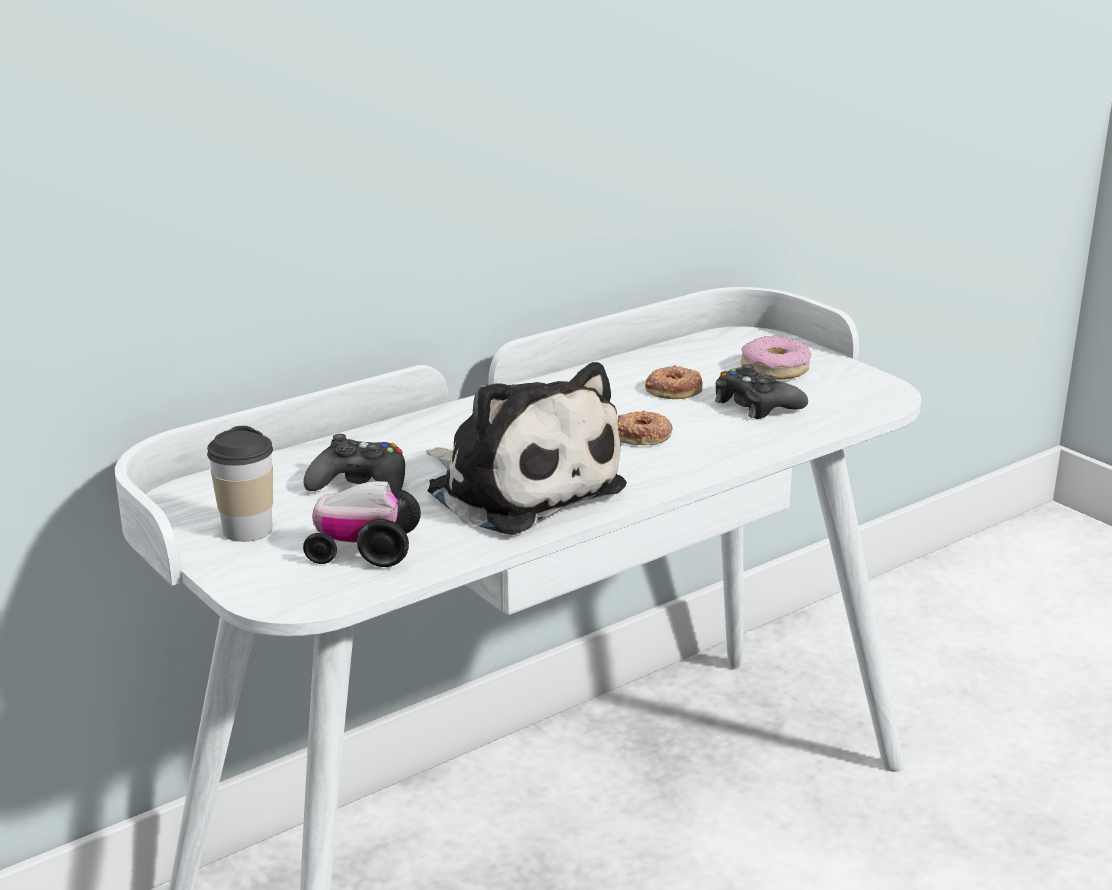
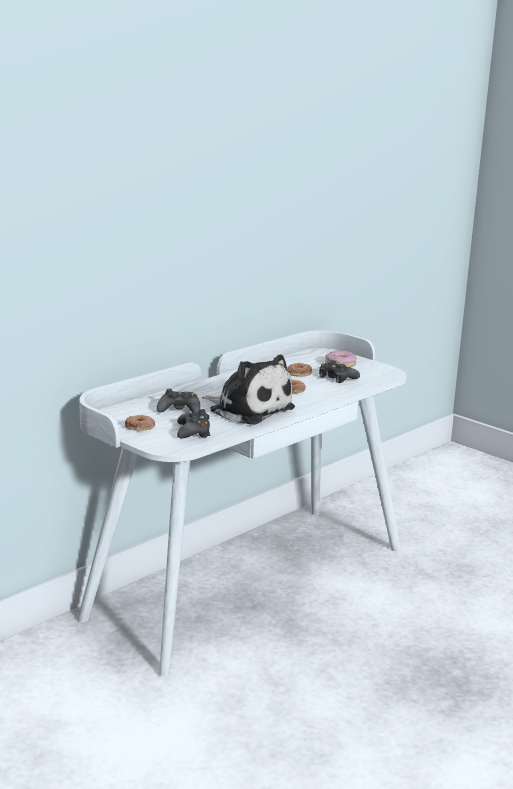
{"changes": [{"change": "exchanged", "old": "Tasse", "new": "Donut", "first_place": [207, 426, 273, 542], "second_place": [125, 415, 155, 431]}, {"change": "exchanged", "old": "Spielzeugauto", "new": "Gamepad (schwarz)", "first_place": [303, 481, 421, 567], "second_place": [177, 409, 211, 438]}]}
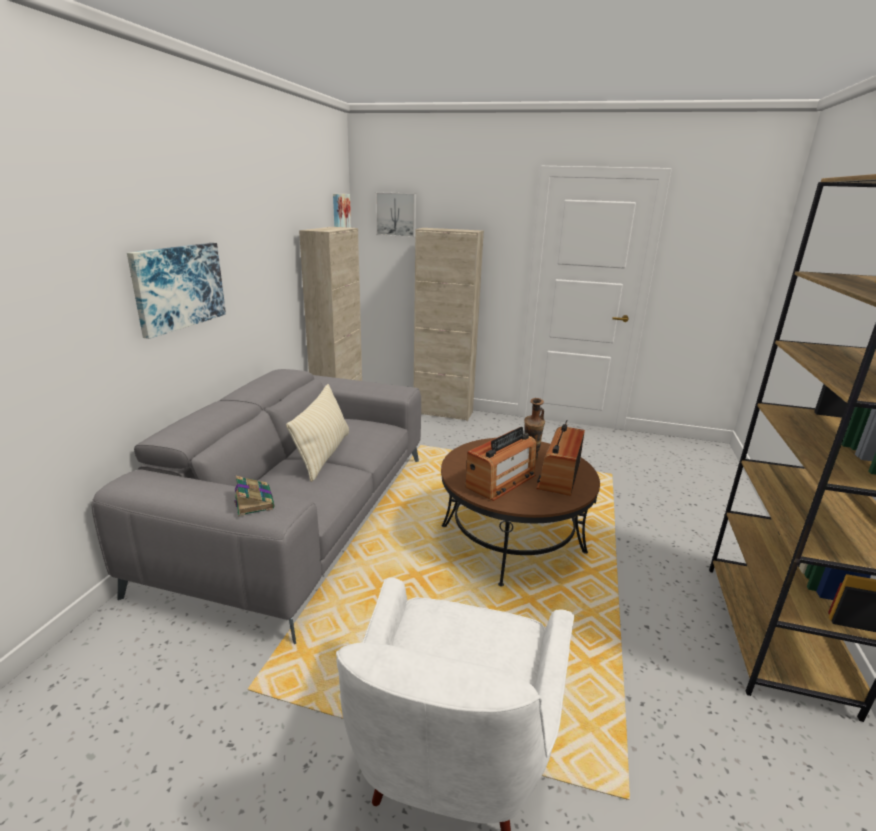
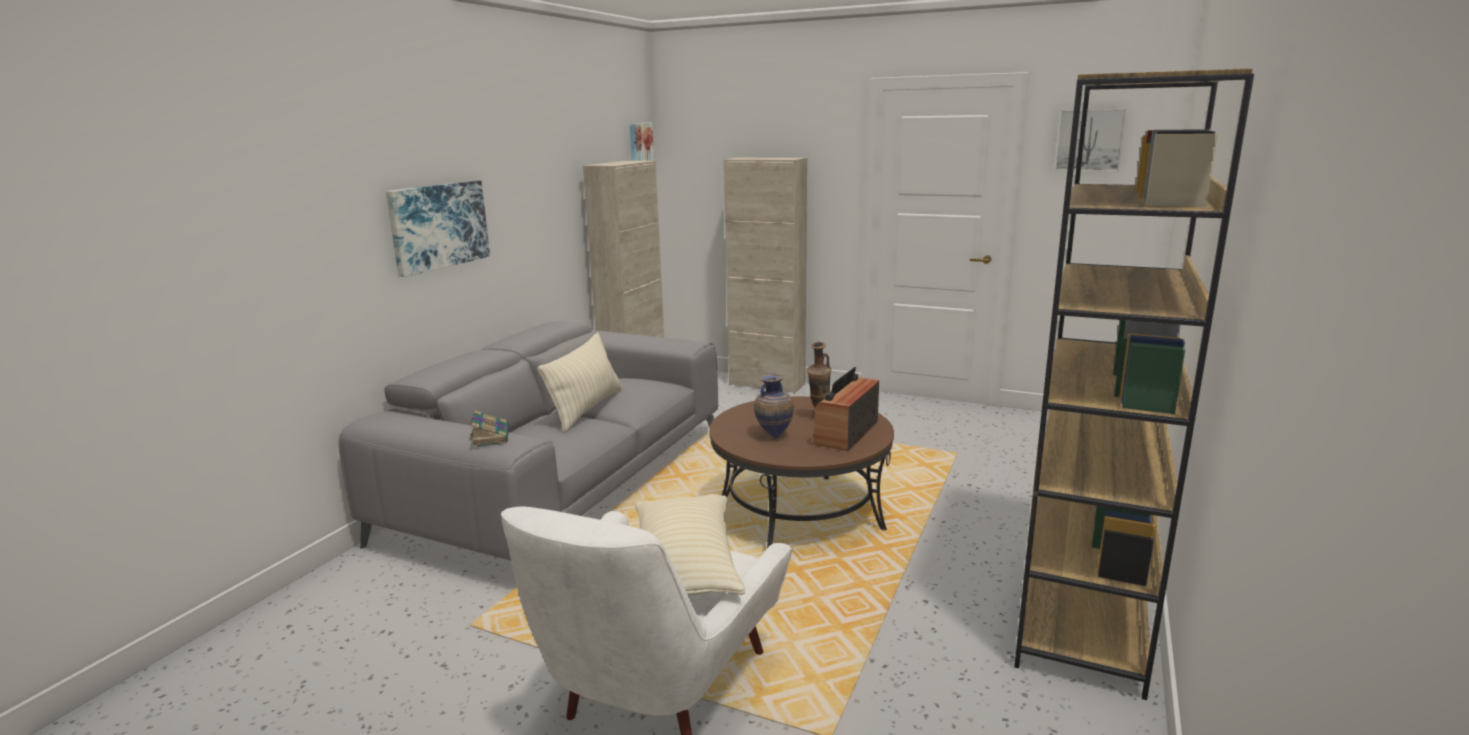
{"changes": [{"change": "appeared", "new": "Kissen (beige)", "second_place": [635, 494, 745, 595]}, {"change": "relocated", "old": "Bild", "first_place": [375, 192, 416, 237], "second_place": [1055, 109, 1127, 172]}, {"change": "exchanged", "old": "Radio", "new": "Vase", "first_place": [465, 427, 536, 501], "second_place": [754, 374, 794, 439]}]}
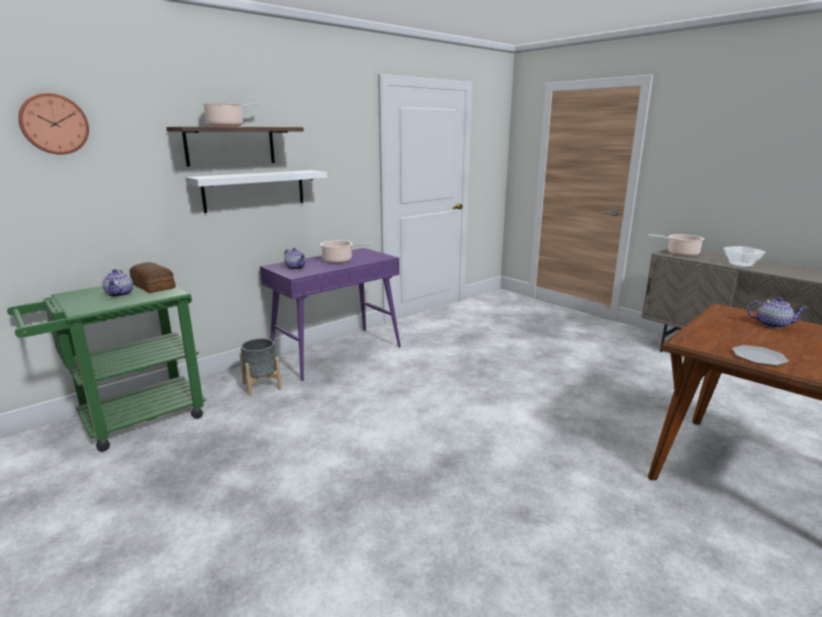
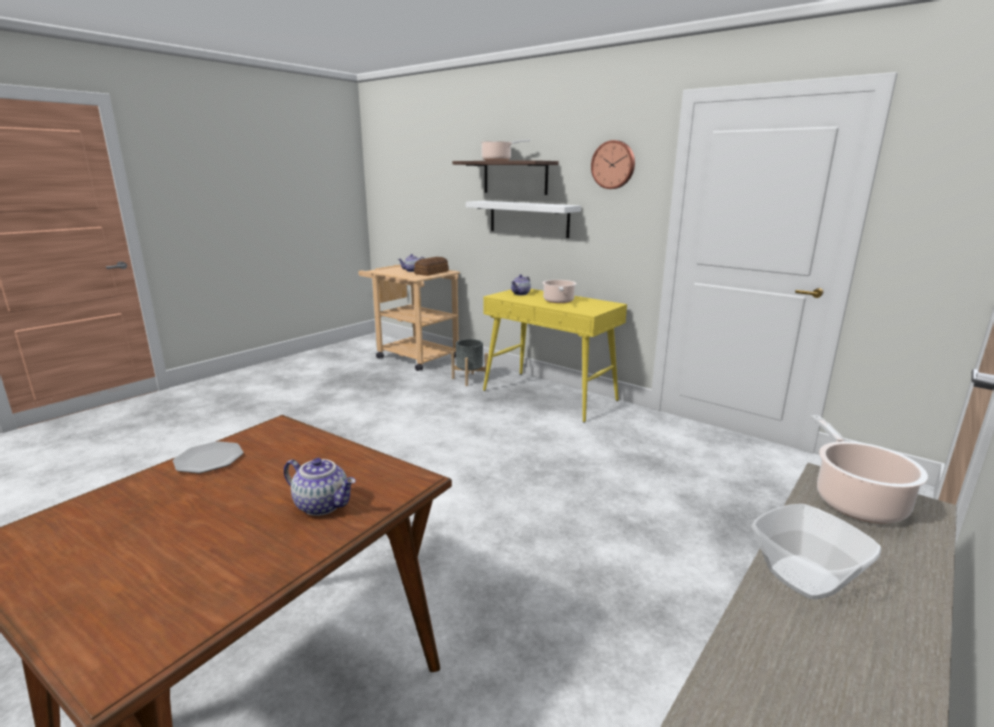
{"changes": [{"change": "relocated", "old": "Wanduhr", "first_place": [18, 93, 89, 154], "second_place": [591, 140, 635, 189]}, {"change": "colour", "old": "Rollwagen (grün)", "new": "Rollwagen (beige)", "first_place": [7, 285, 206, 452], "second_place": [358, 264, 460, 371]}, {"change": "colour", "old": "Konsolentisch (lila)", "new": "Konsolentisch (gelb)", "first_place": [260, 248, 401, 381], "second_place": [483, 289, 627, 422]}, {"change": "spun", "old": "Teekanne", "first_place": [747, 297, 807, 329], "second_place": [284, 458, 356, 516], "degrees": -75}]}
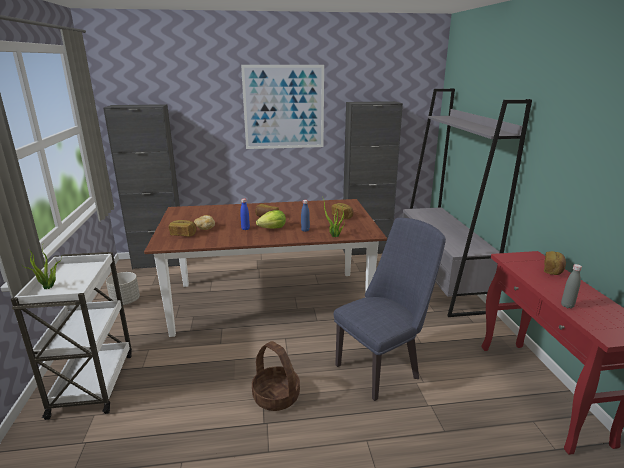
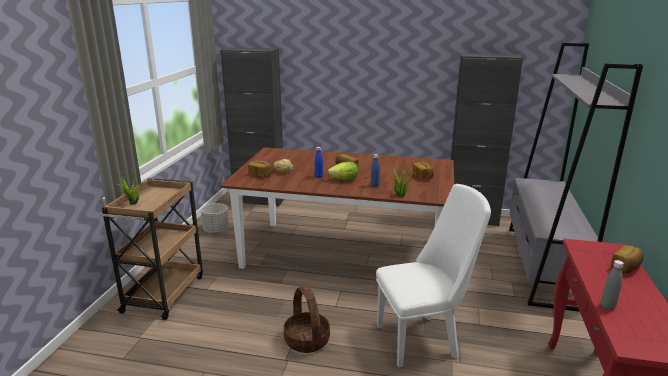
{"changes": [{"change": "missing", "old": "Bild", "first_place": [241, 65, 324, 149]}, {"change": "colour", "old": "Rollwagen (weiß)", "new": "Rollwagen (braun)", "first_place": [11, 252, 132, 420], "second_place": [100, 178, 203, 320]}, {"change": "colour", "old": "Stuhl (blau)", "new": "Stuhl (weiß)", "first_place": [334, 218, 446, 401], "second_place": [376, 184, 491, 367]}]}
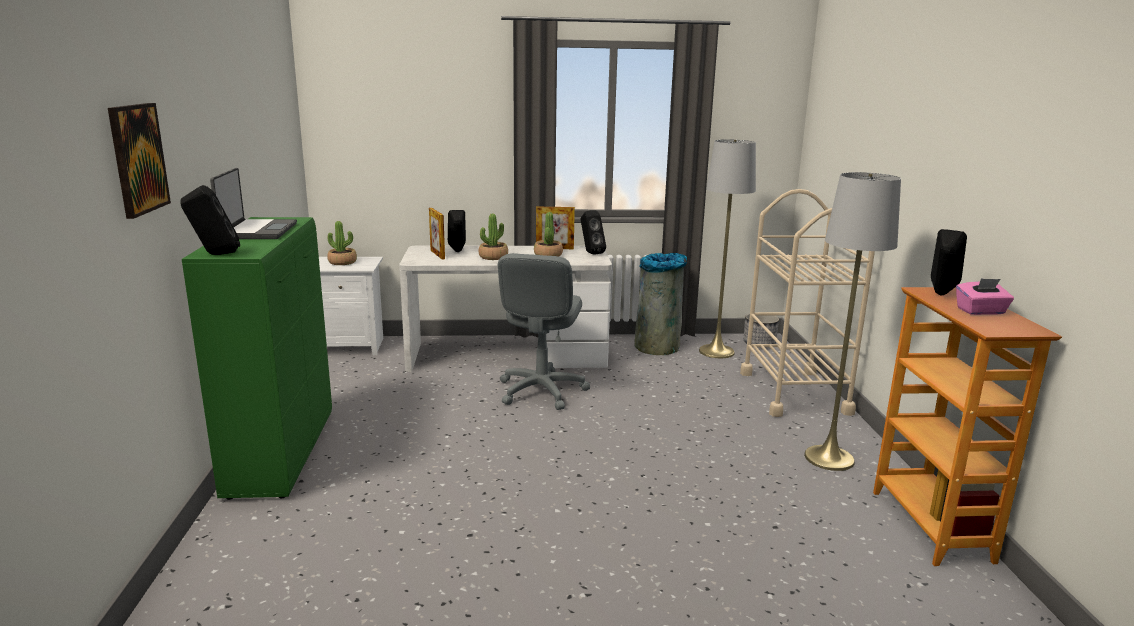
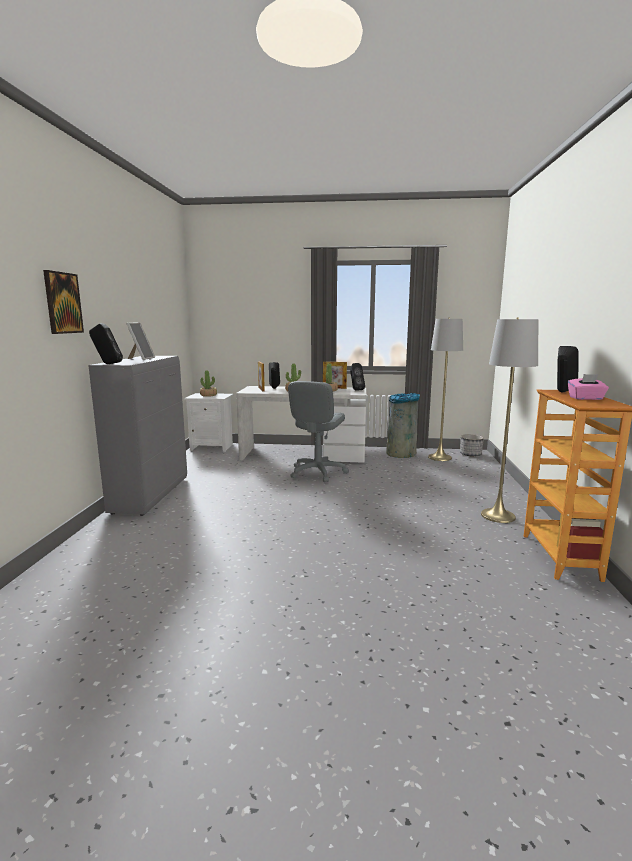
{"changes": [{"change": "missing", "old": "Rollwagen (beige)", "first_place": [740, 189, 875, 417]}, {"change": "exchanged", "old": "Laptop", "new": "Bilderrahmen", "first_place": [210, 168, 297, 239], "second_place": [127, 322, 155, 360]}, {"change": "colour", "old": "Schrank (grün)", "new": "Schrank (grau)", "first_place": [182, 217, 332, 500], "second_place": [88, 356, 187, 516]}]}
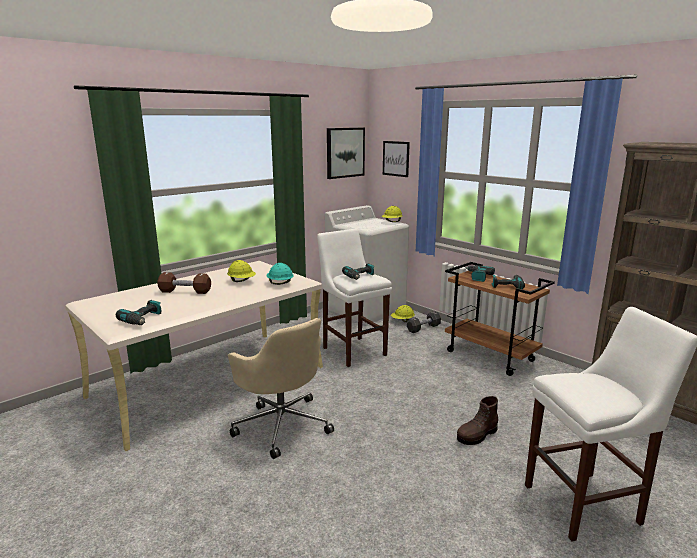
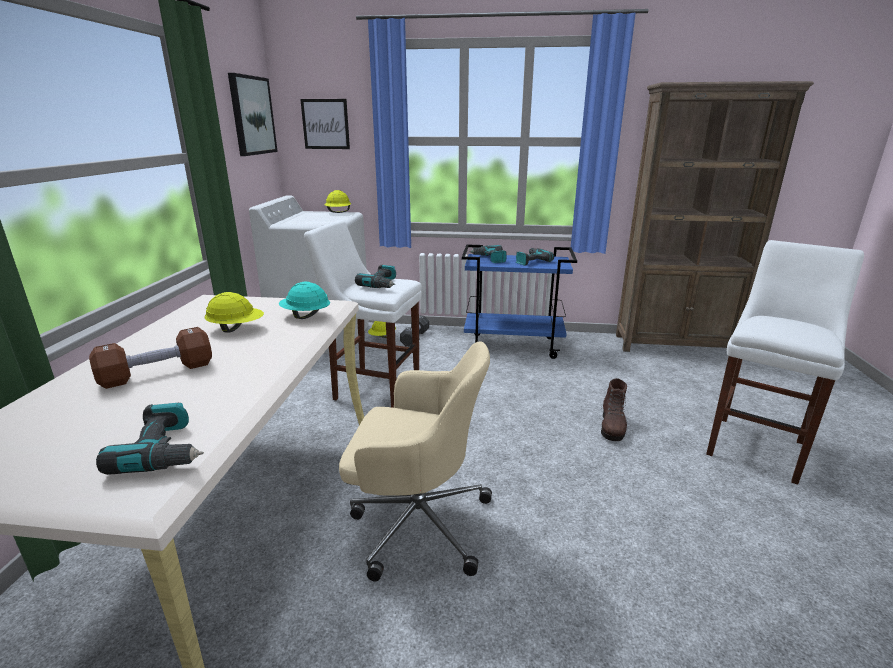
{"changes": [{"change": "colour", "old": "Rollwagen (braun)", "new": "Rollwagen (blau)", "first_place": [445, 262, 555, 376], "second_place": [462, 244, 577, 359]}]}
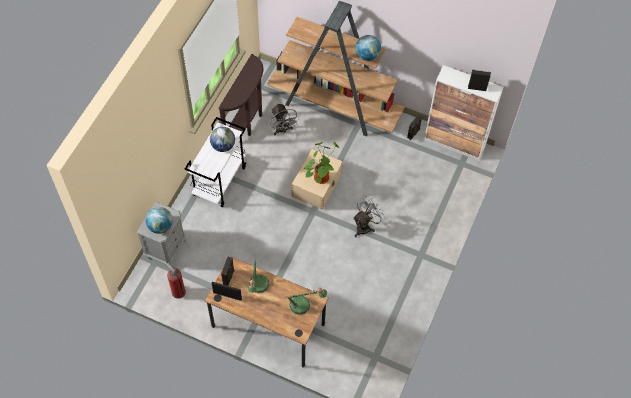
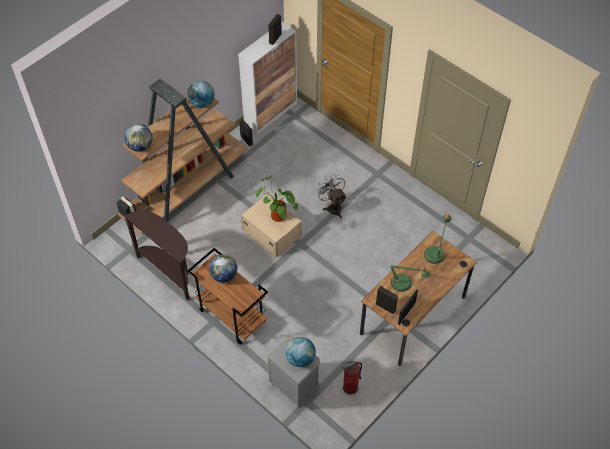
{"changes": [{"change": "missing", "old": "Ventilator (grau)", "first_place": [270, 103, 299, 136]}, {"change": "appeared", "new": "Globus", "second_place": [124, 124, 153, 152]}, {"change": "colour", "old": "Rollwagen (weiß)", "new": "Rollwagen (braun)", "first_place": [185, 117, 246, 207], "second_place": [188, 248, 268, 345]}]}
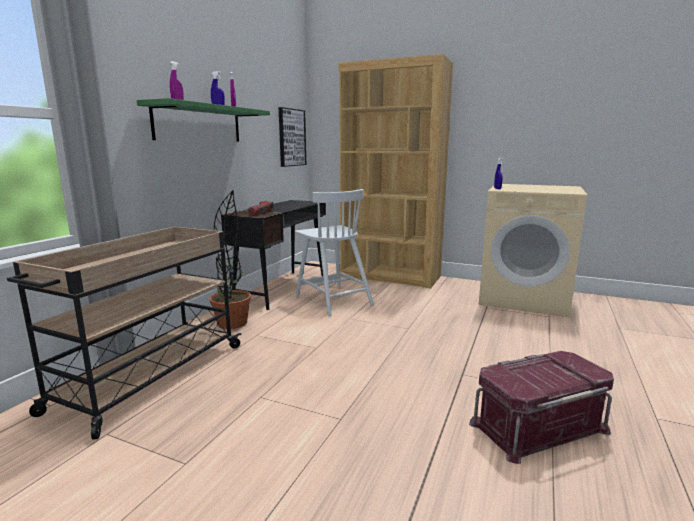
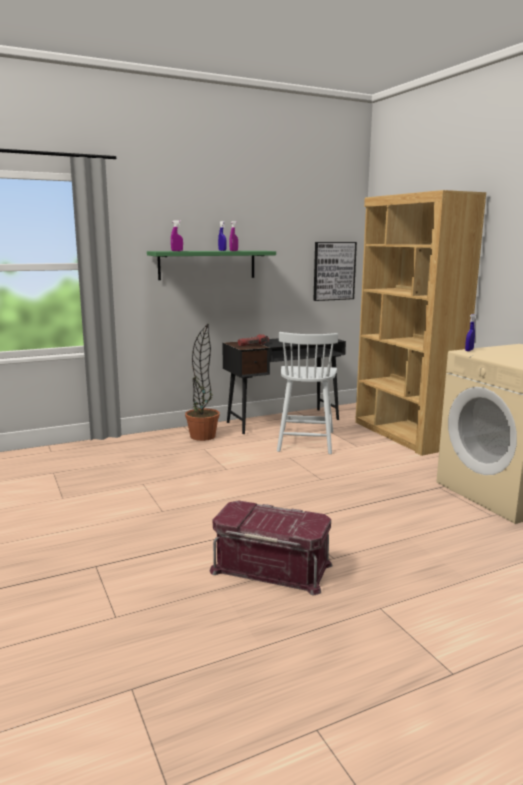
{"changes": [{"change": "missing", "old": "Rollwagen (beige)", "first_place": [7, 227, 242, 440]}]}
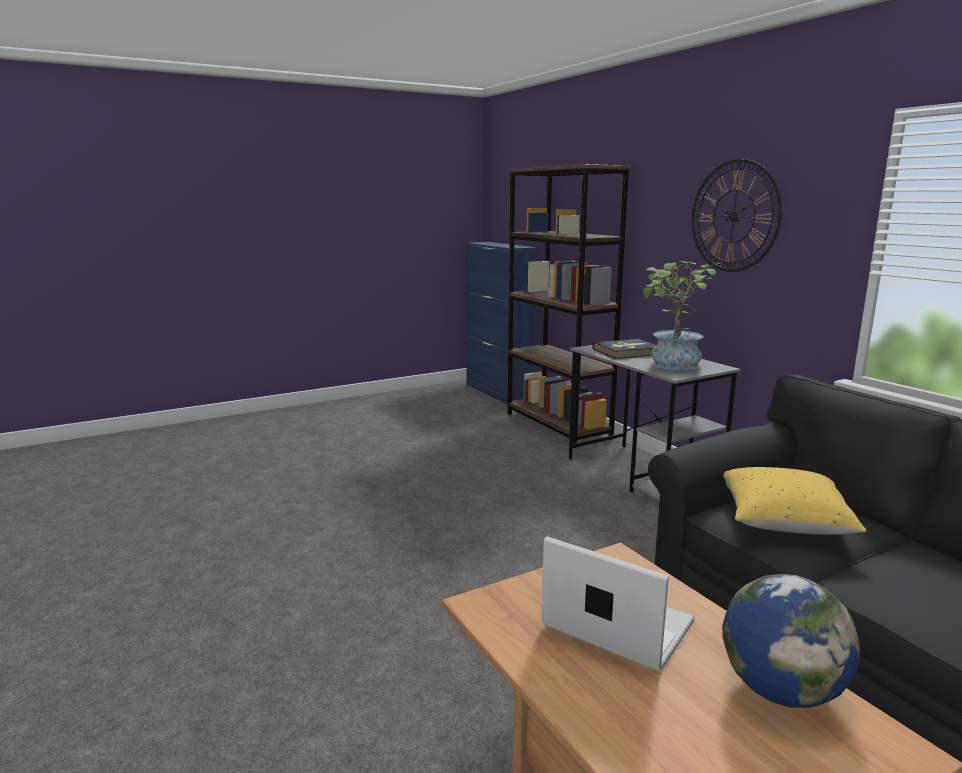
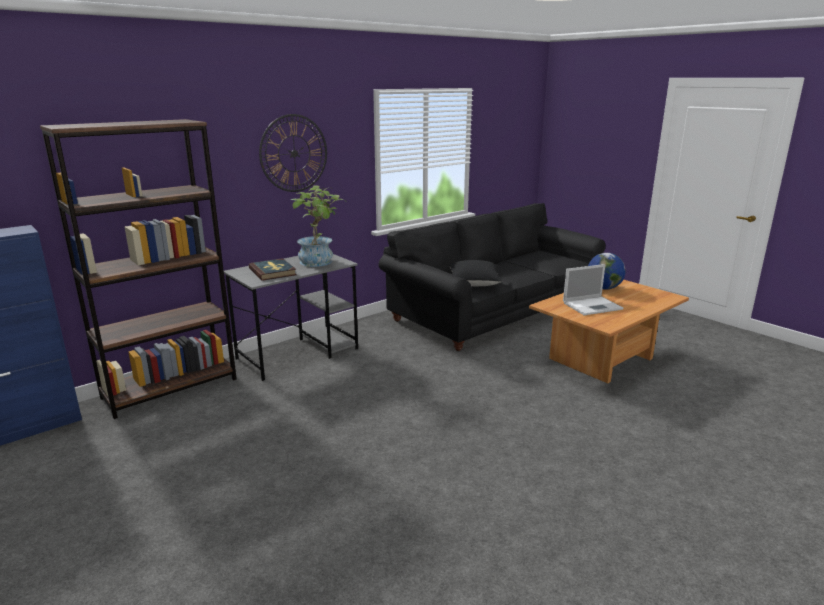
{"changes": [{"change": "colour", "old": "Kissen (gelb)", "new": "Kissen (schwarz)", "first_place": [723, 467, 866, 535], "second_place": [449, 260, 502, 286]}, {"change": "spun", "old": "Laptop", "first_place": [541, 536, 695, 672], "second_place": [563, 264, 623, 315], "degrees": -135}]}
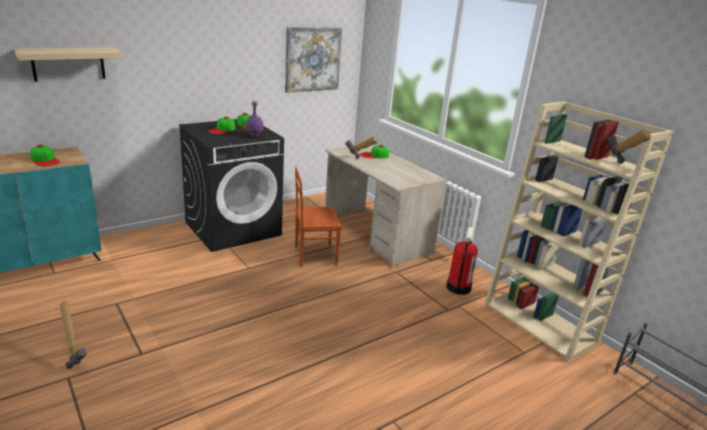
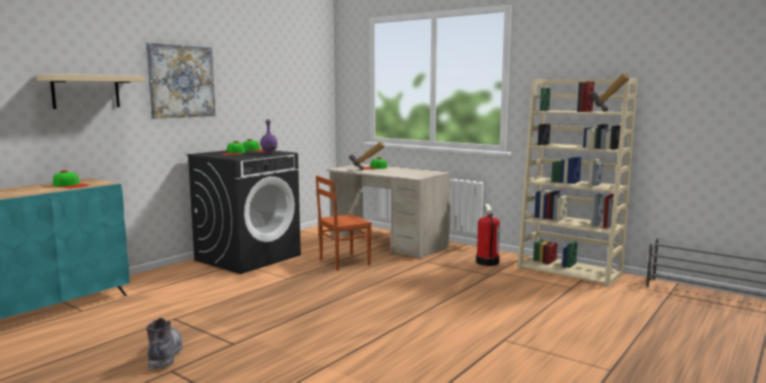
{"changes": [{"change": "relocated", "old": "Bild", "first_place": [285, 27, 342, 93], "second_place": [146, 43, 216, 119]}, {"change": "exchanged", "old": "Hammer", "new": "Stiefel (grau)", "first_place": [59, 301, 87, 369], "second_place": [146, 318, 183, 371]}]}
